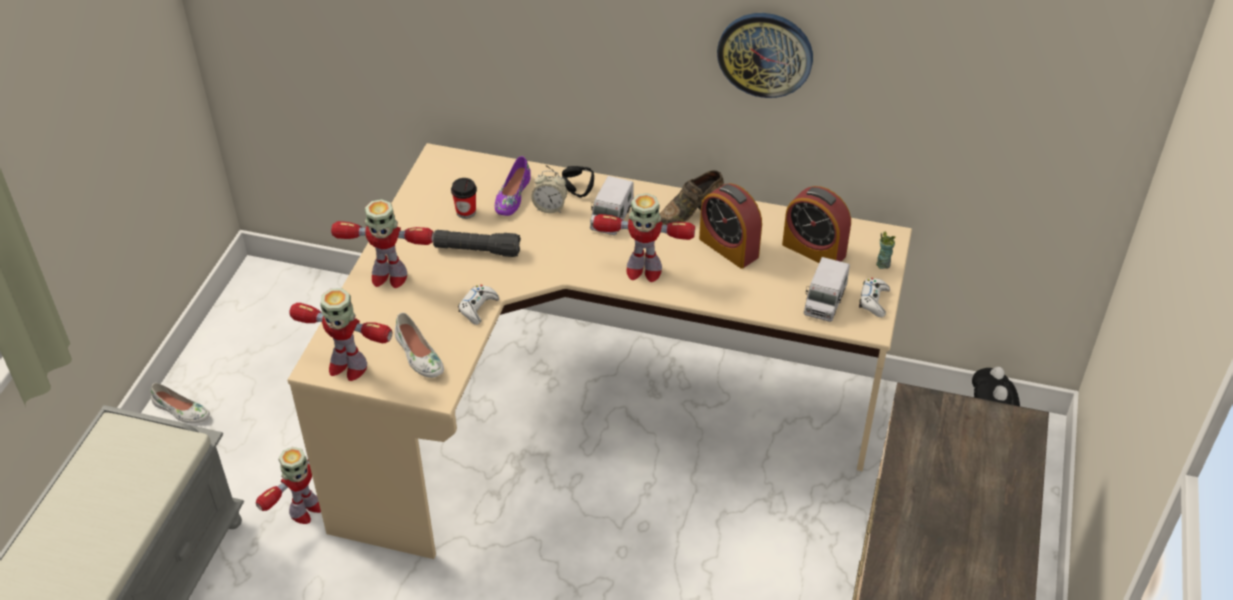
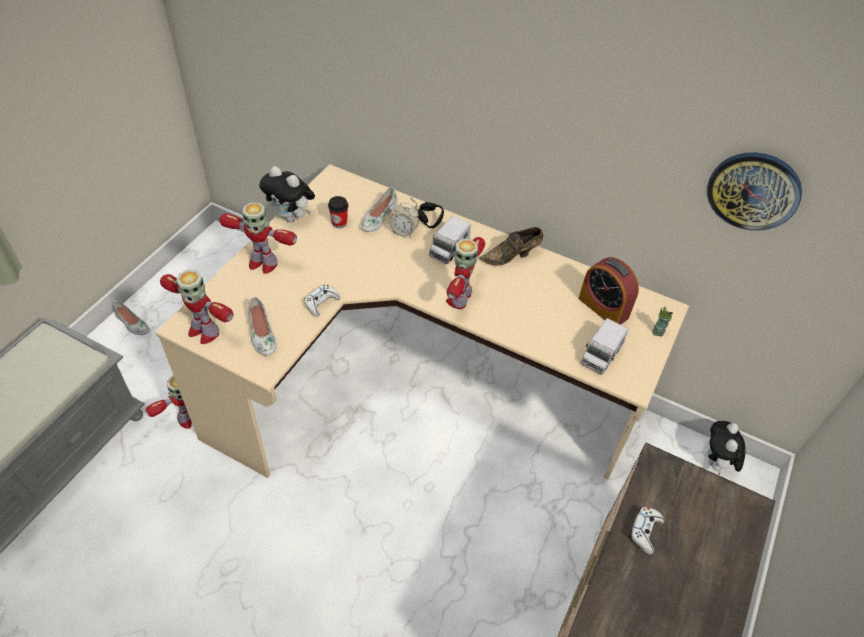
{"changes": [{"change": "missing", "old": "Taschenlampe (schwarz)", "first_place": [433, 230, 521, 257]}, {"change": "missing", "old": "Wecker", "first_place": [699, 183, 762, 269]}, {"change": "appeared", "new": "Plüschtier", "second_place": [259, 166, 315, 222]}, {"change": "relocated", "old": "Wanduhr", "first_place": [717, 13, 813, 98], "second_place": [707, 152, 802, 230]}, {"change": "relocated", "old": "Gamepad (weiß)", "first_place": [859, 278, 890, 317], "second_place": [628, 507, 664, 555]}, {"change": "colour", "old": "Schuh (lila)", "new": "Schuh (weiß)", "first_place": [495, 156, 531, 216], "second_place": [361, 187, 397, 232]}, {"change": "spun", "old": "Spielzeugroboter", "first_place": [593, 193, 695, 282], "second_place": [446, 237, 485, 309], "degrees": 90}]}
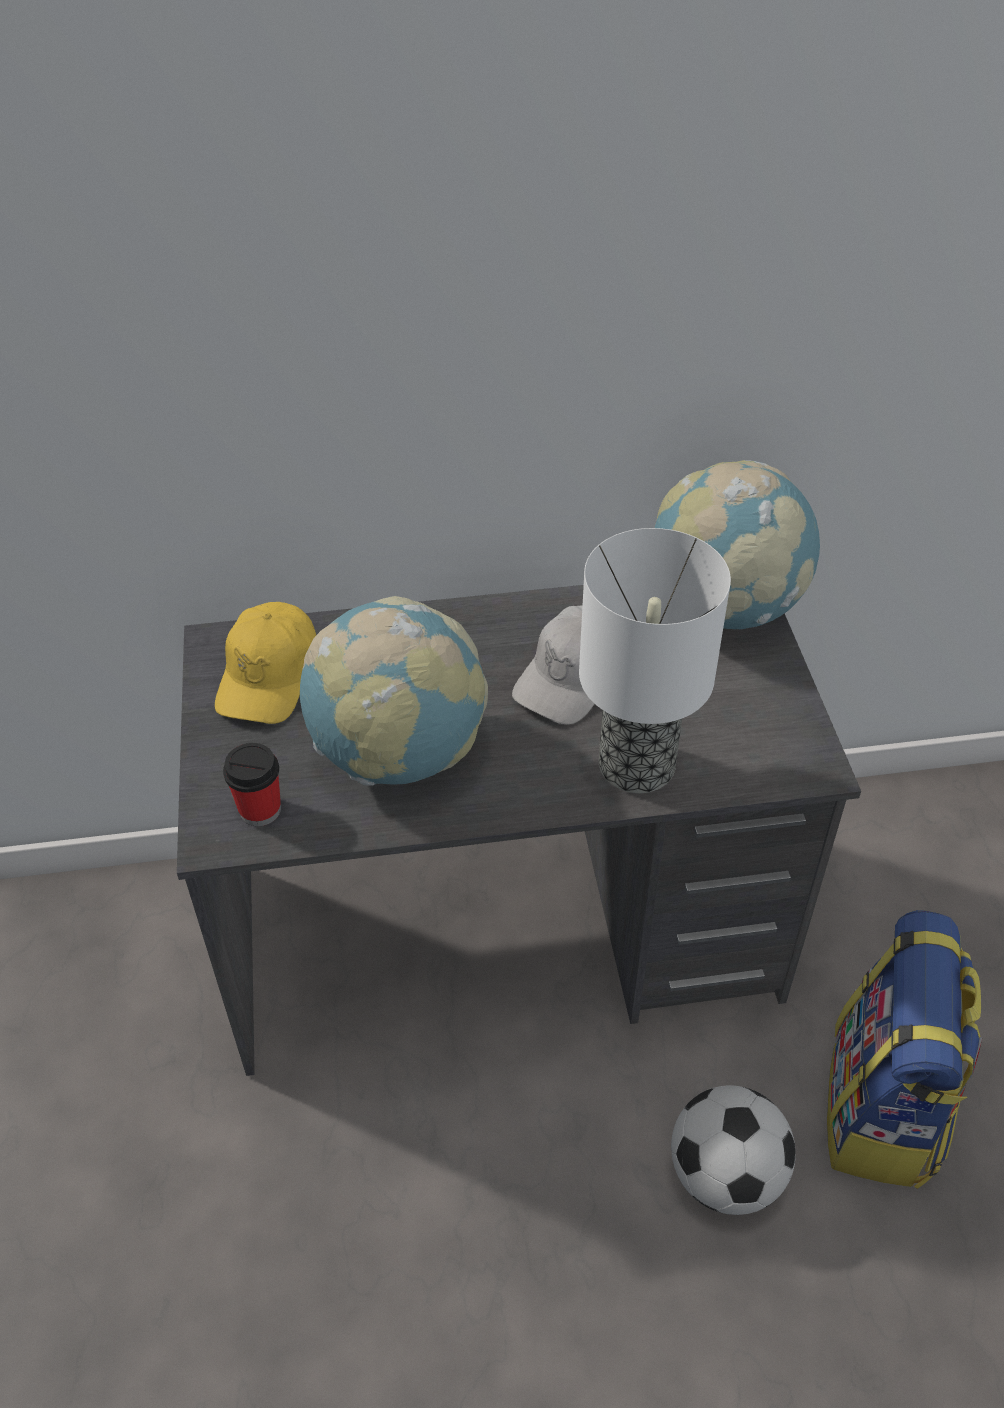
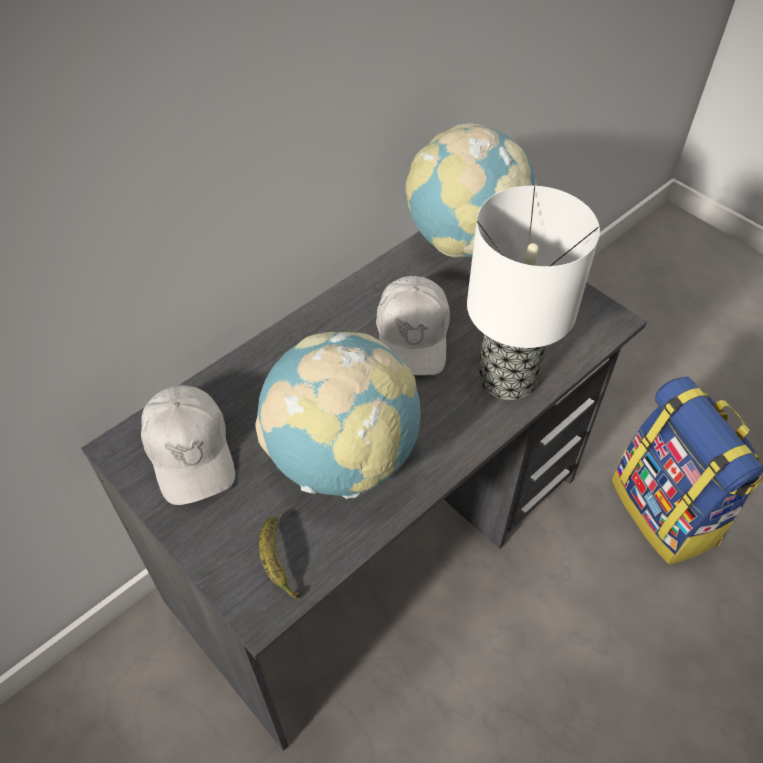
{"changes": [{"change": "missing", "old": "Fußball", "first_place": [671, 1085, 796, 1215]}, {"change": "exchanged", "old": "Tasse", "new": "Banane", "first_place": [223, 743, 281, 826], "second_place": [259, 517, 301, 599]}, {"change": "colour", "old": "Kappe (gelb)", "new": "Kappe (weiß)", "first_place": [215, 602, 316, 724], "second_place": [141, 385, 235, 505]}]}
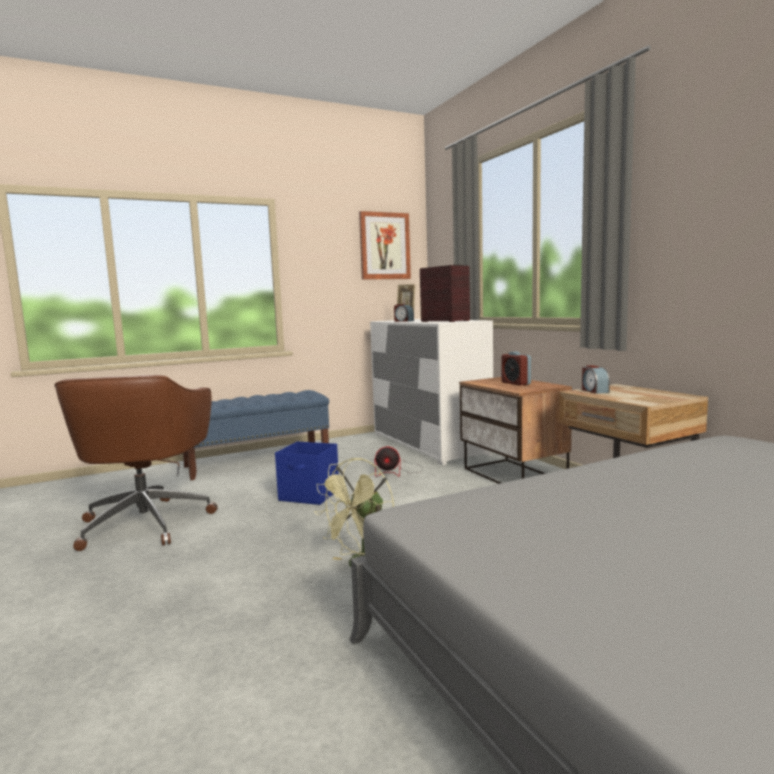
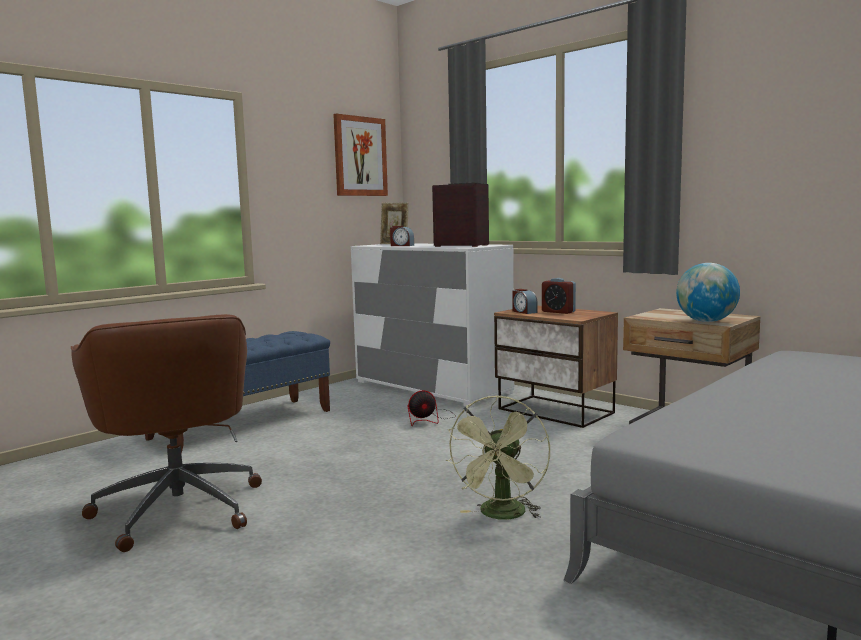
{"changes": [{"change": "missing", "old": "Aufbewahrungsbox (blau)", "first_place": [275, 441, 339, 505]}, {"change": "appeared", "new": "Globus", "second_place": [676, 263, 740, 322]}, {"change": "relocated", "old": "Wecker", "first_place": [582, 365, 610, 394], "second_place": [512, 289, 537, 314]}]}
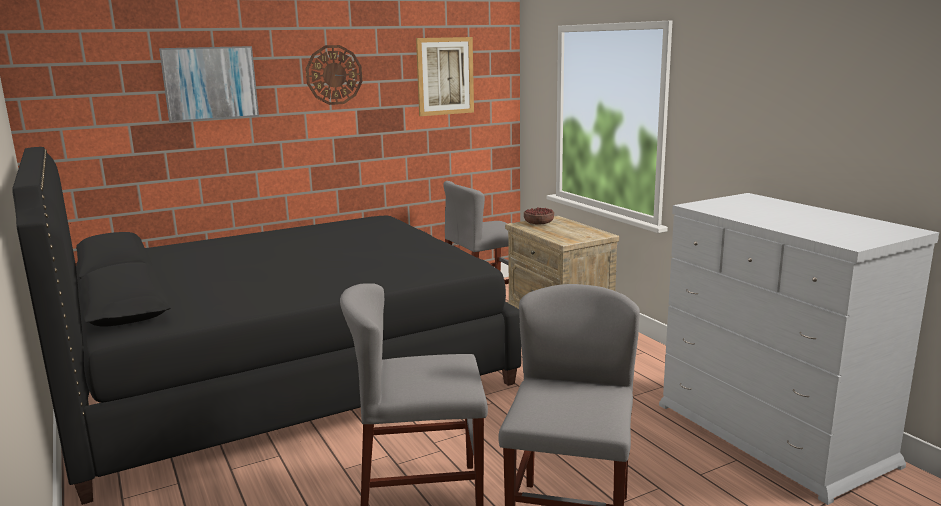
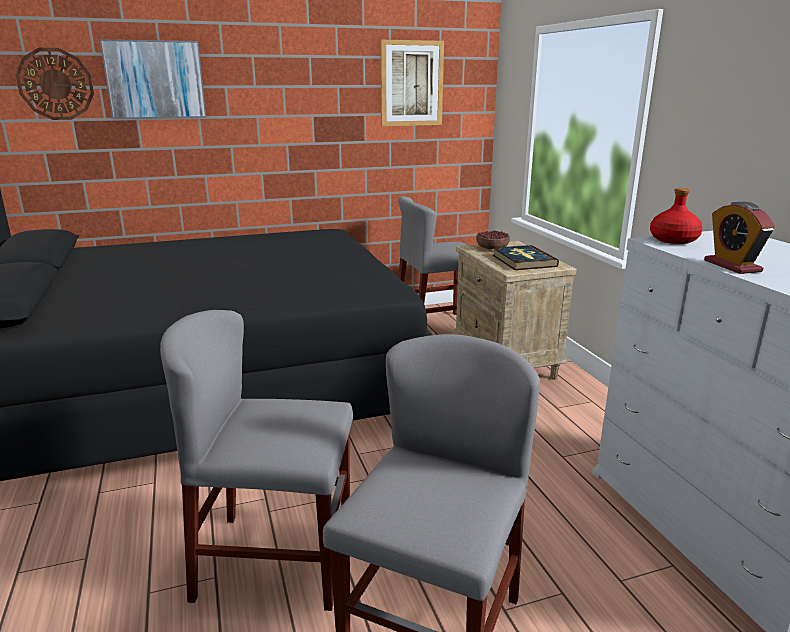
{"changes": [{"change": "appeared", "new": "Buch", "second_place": [493, 245, 559, 270]}, {"change": "appeared", "new": "Flasche (rot)", "second_place": [650, 188, 703, 244]}, {"change": "appeared", "new": "Wecker", "second_place": [704, 202, 775, 274]}, {"change": "relocated", "old": "Wanduhr", "first_place": [306, 45, 362, 105], "second_place": [15, 48, 94, 120]}]}
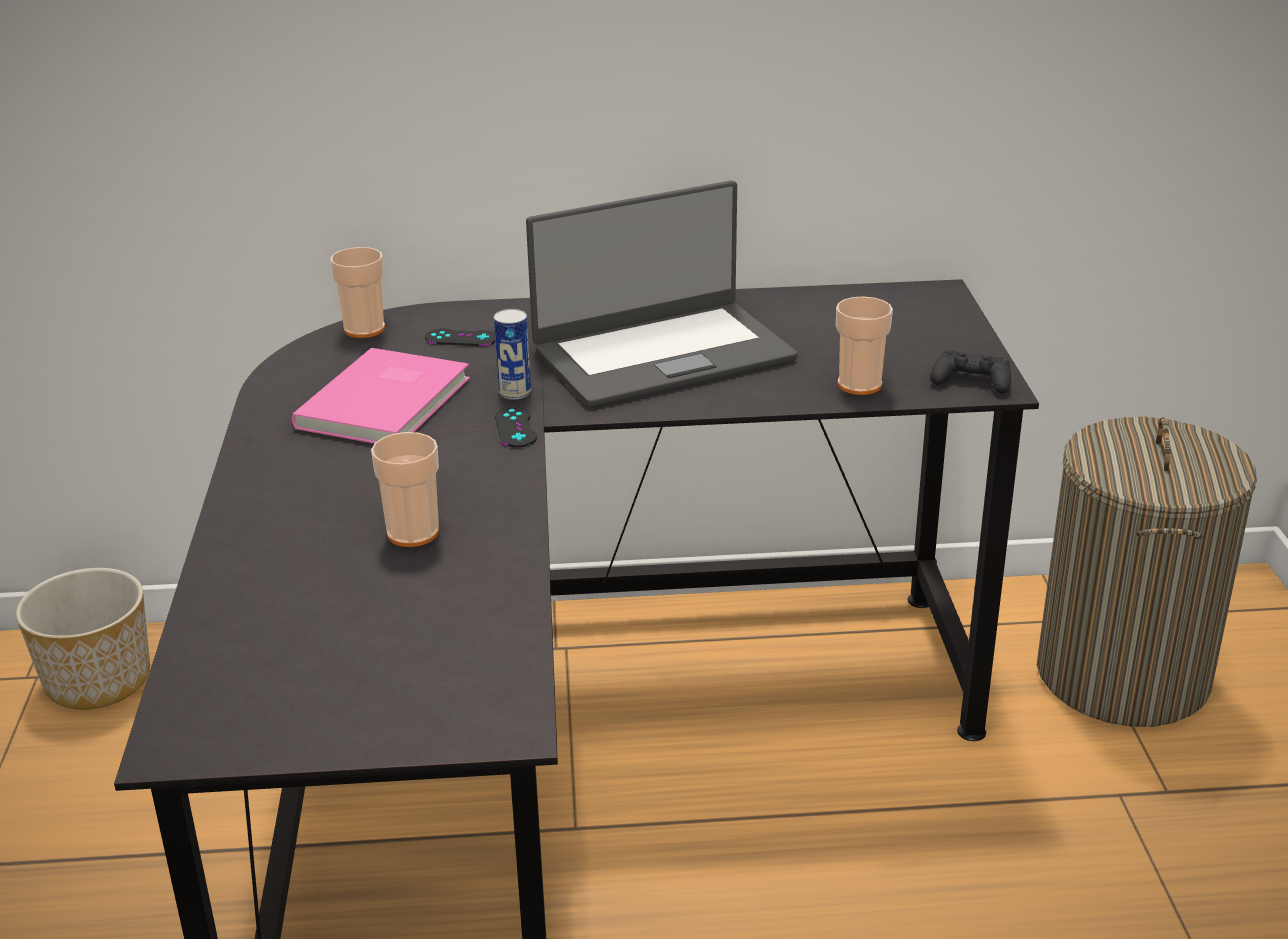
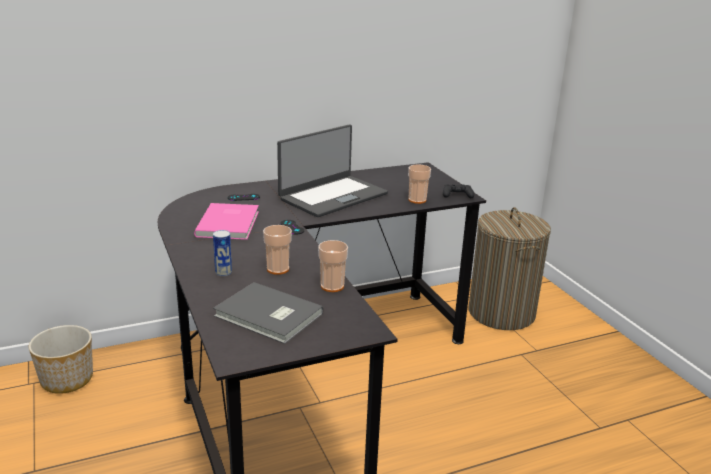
{"changes": [{"change": "appeared", "new": "Buch (grau)", "second_place": [213, 282, 323, 344]}, {"change": "relocated", "old": "Tasse", "first_place": [330, 247, 385, 338], "second_place": [318, 240, 348, 292]}, {"change": "relocated", "old": "Dose", "first_place": [494, 309, 531, 400], "second_place": [213, 230, 232, 276]}]}
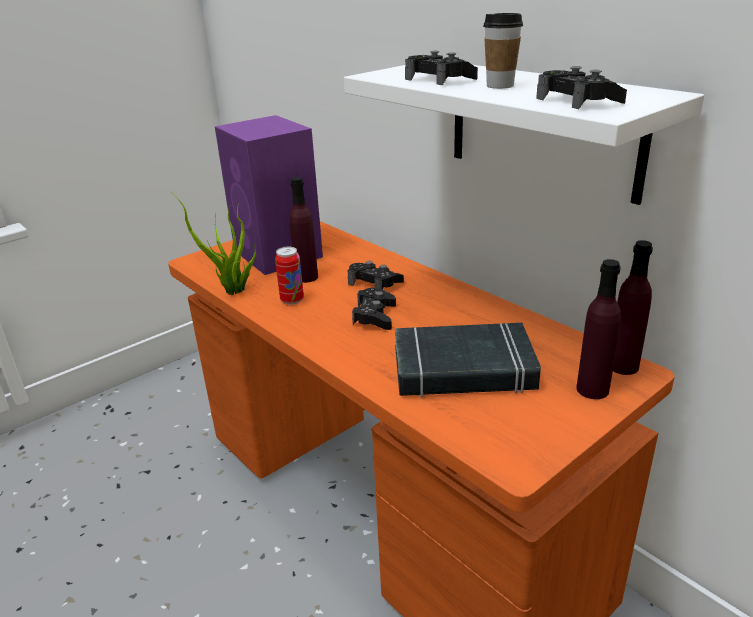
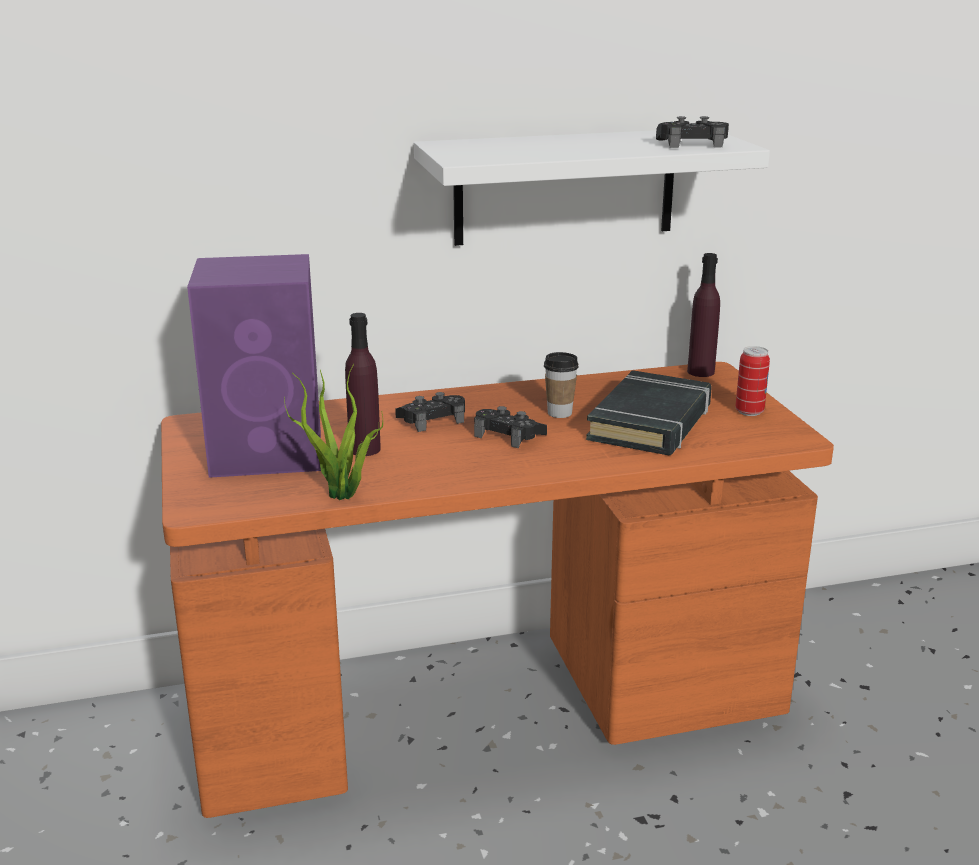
{"changes": [{"change": "missing", "old": "Gamepad (schwarz)", "first_place": [405, 51, 478, 85]}, {"change": "missing", "old": "Flasche (lila)", "first_place": [576, 259, 621, 399]}, {"change": "relocated", "old": "Dose", "first_place": [275, 247, 304, 305], "second_place": [735, 346, 770, 416]}, {"change": "relocated", "old": "Tasse", "first_place": [483, 13, 523, 89], "second_place": [544, 352, 579, 418]}]}
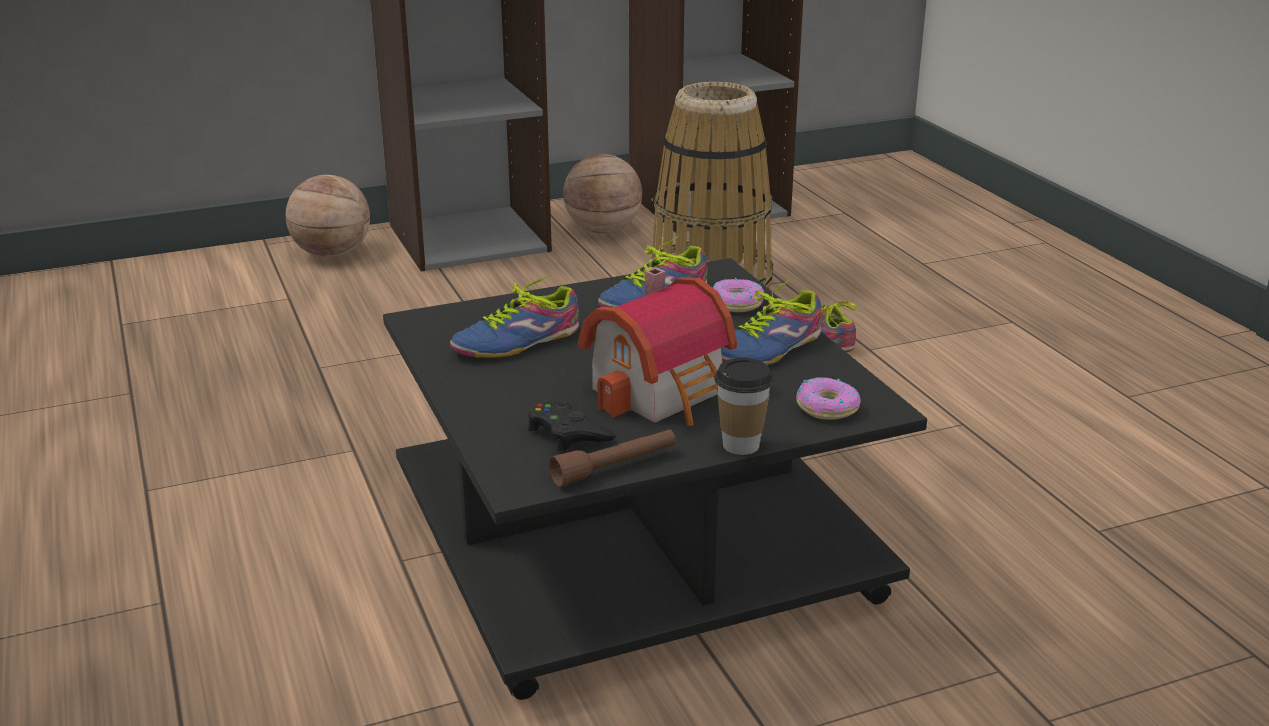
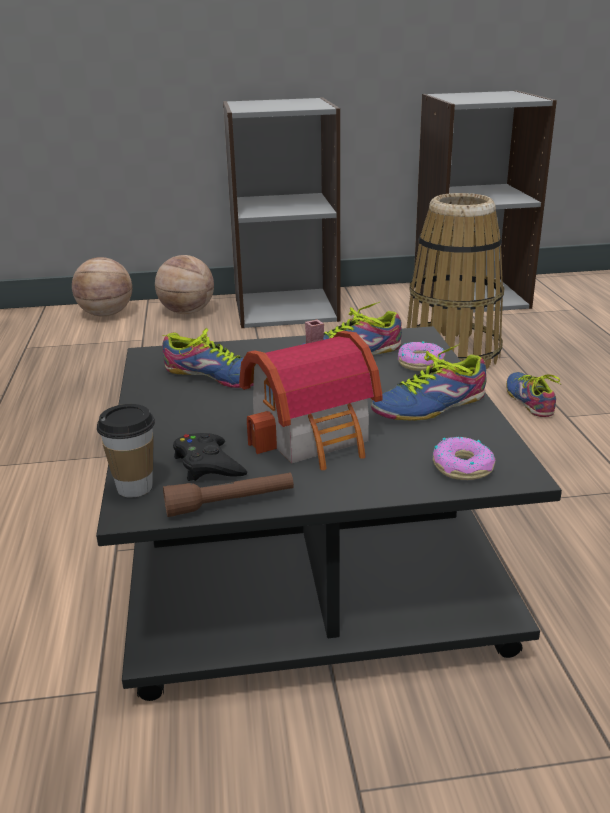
{"changes": [{"change": "relocated", "old": "Basketball", "first_place": [563, 154, 642, 233], "second_place": [72, 257, 132, 317]}, {"change": "relocated", "old": "Tasse", "first_place": [714, 358, 774, 455], "second_place": [97, 404, 155, 498]}, {"change": "spun", "old": "Schuh", "first_place": [450, 274, 579, 358], "second_place": [162, 328, 254, 388], "degrees": -135}]}
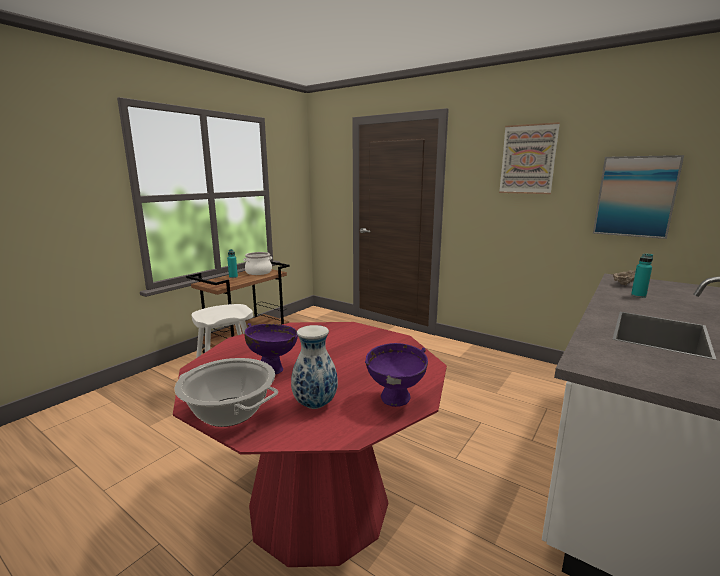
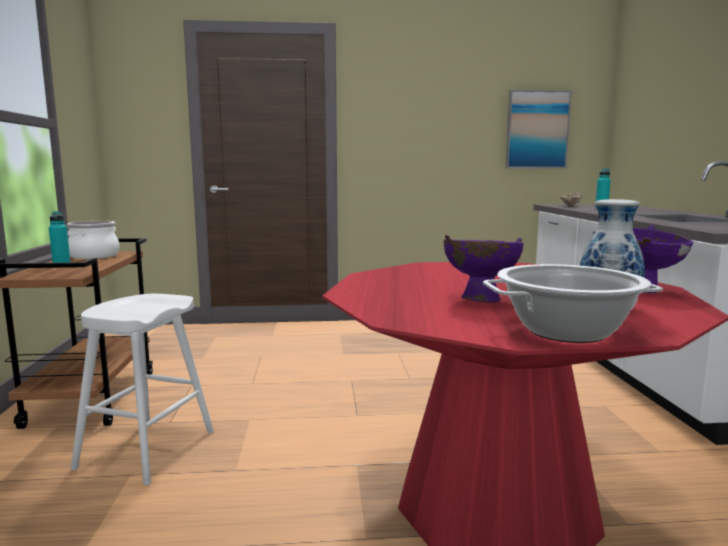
{"changes": [{"change": "missing", "old": "Bild", "first_place": [499, 122, 560, 194]}]}
